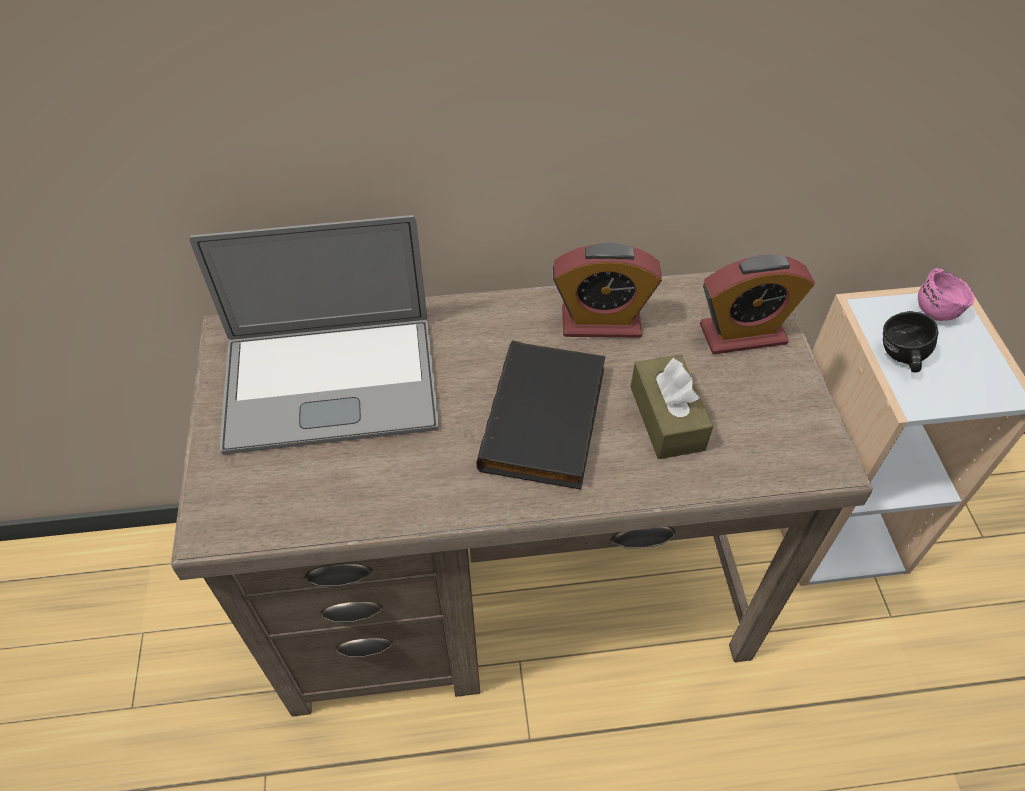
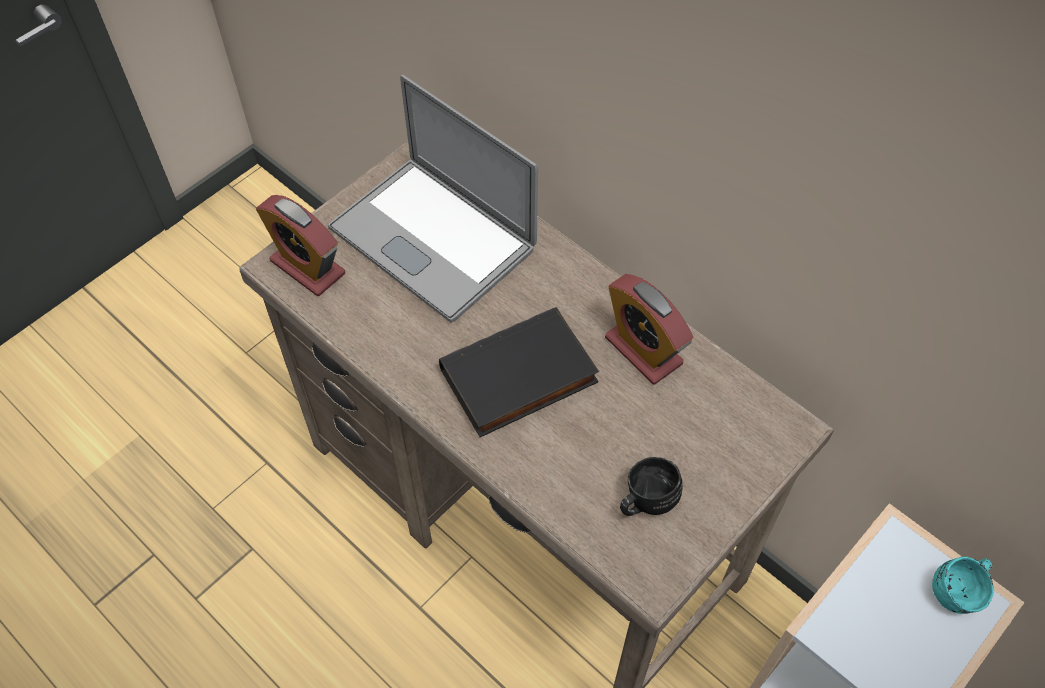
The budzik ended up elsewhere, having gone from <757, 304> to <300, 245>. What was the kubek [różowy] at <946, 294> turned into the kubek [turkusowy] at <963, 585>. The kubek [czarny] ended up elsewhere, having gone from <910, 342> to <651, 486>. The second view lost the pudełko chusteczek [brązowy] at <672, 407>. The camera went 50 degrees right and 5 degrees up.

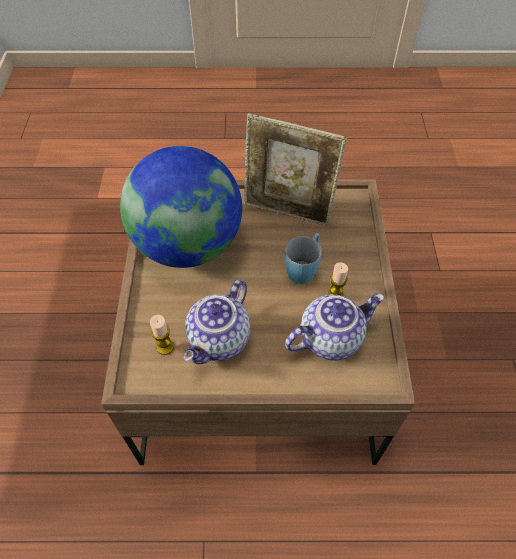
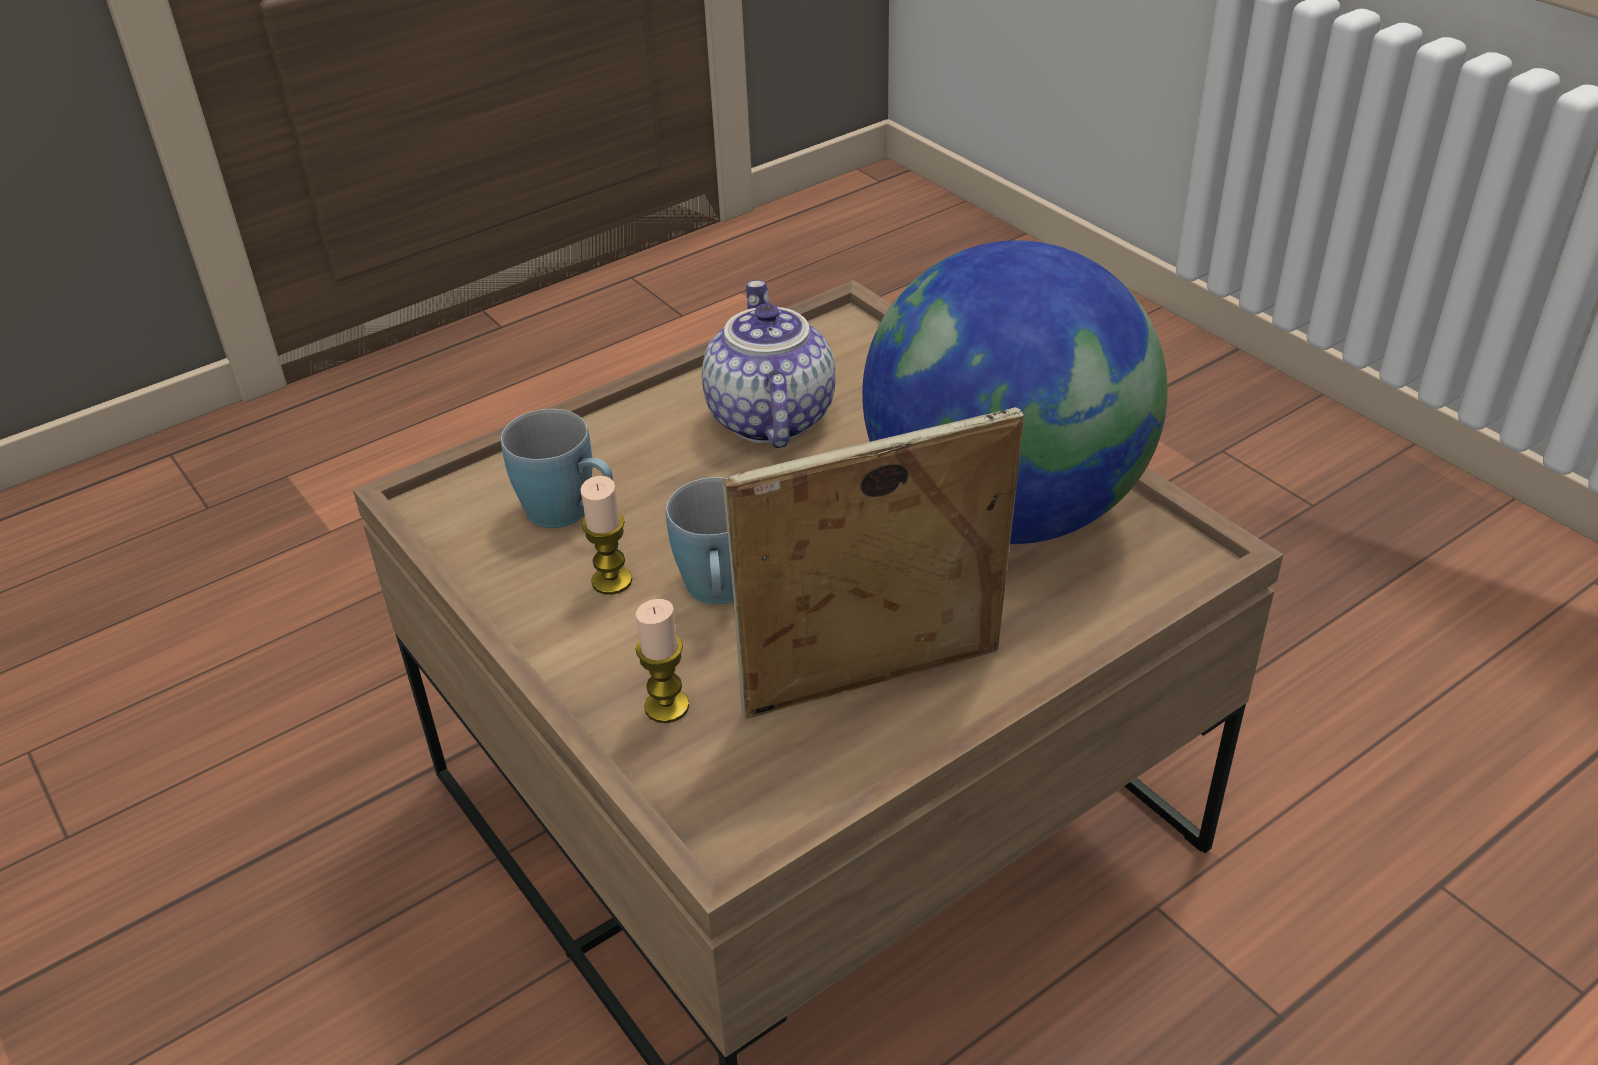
Where the imbryk stood at <334, 326>, the kubek [niebieski] came to stand at <557, 468>. The świeca ended up elsewhere, having gone from <162, 335> to <662, 661>. The camera went 145 degrees right and 15 degrees down.

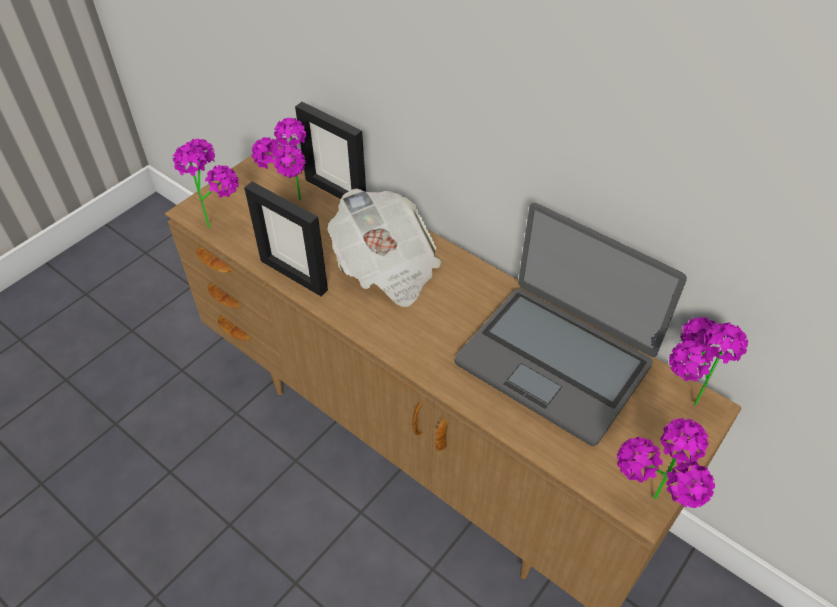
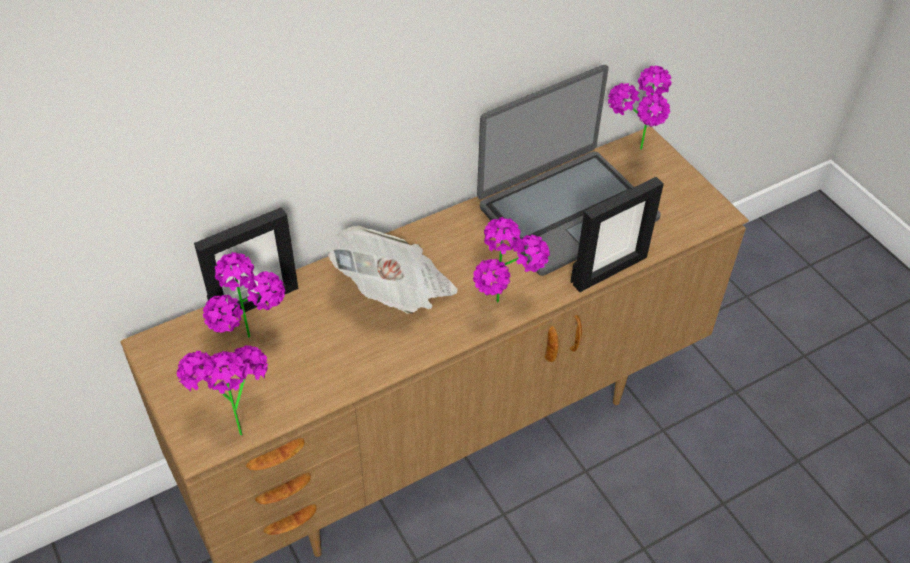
The ramka na zdjęcie ended up elsewhere, having gone from <286, 238> to <617, 234>. The roślina doniczkowa ended up elsewhere, having gone from <666, 463> to <511, 260>. The camera went 70 degrees left and 0 degrees up.

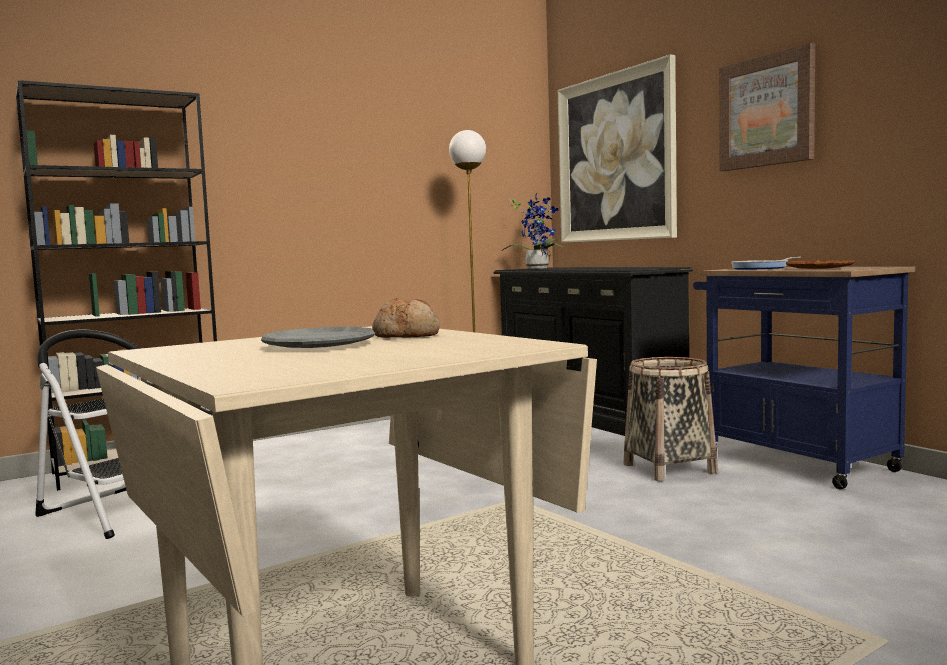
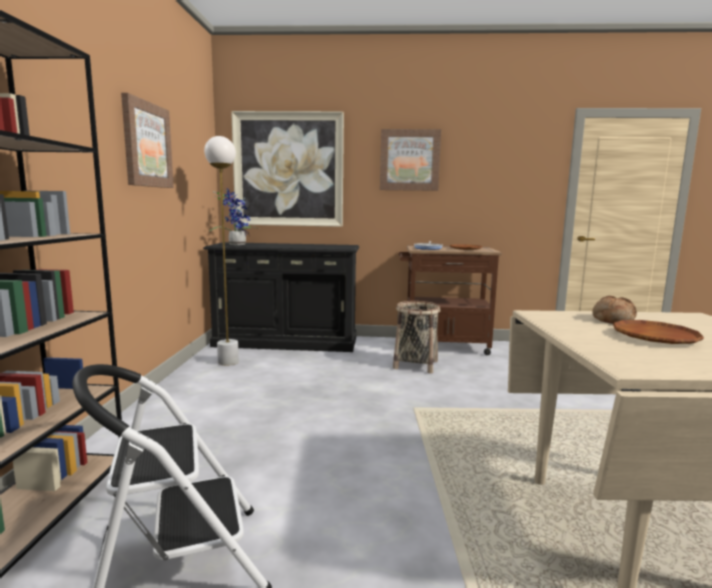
What was the wózek [niebieski] at <804, 377> turned into the wózek [brązowy] at <450, 300>. What was the talerz [szary] at <318, 337> turned into the talerz [brązowy] at <658, 332>. The second view gained the obraz at <147, 140>. The camera went 55 degrees left and 5 degrees up.

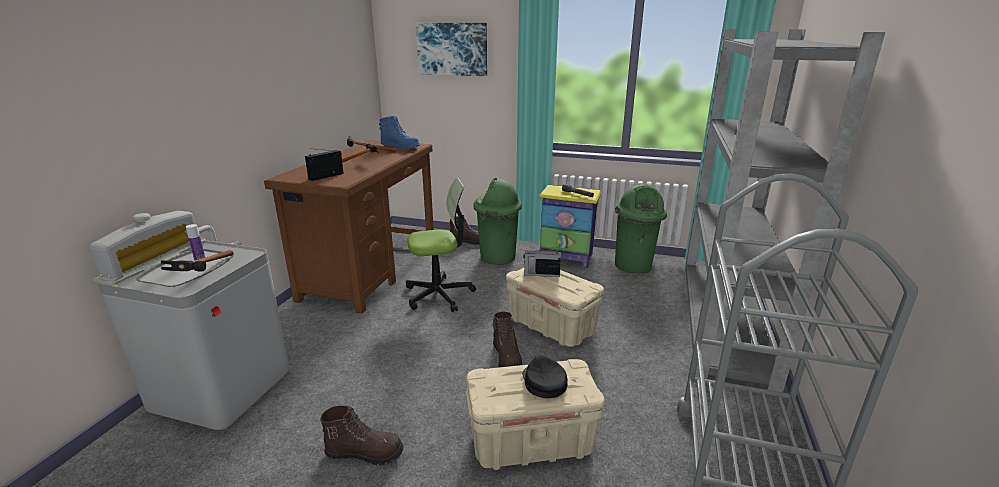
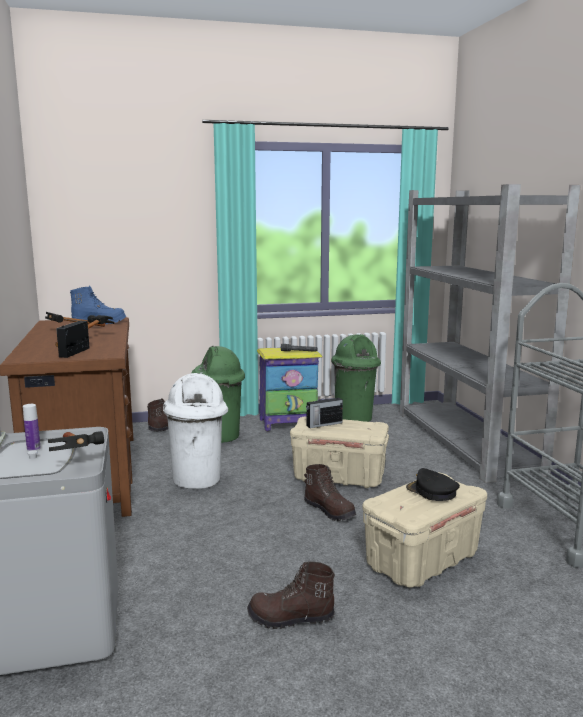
The second view lost the obraz at <451, 49>. Where the krzesło biurowe stood at <441, 245>, the kosz na śmieci [biały] came to stand at <195, 431>. The but z cholewką [brązowy] at <362, 436> ended up facing another way, 150 degrees counterclockwise from before. The camera went 30 degrees left and 10 degrees down.

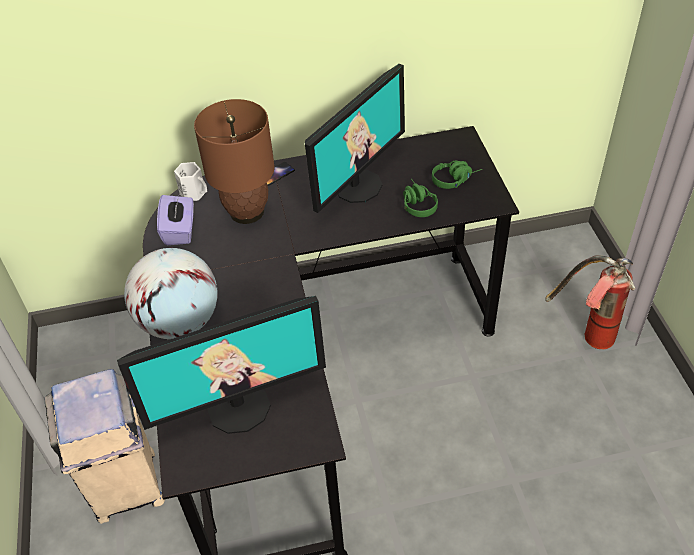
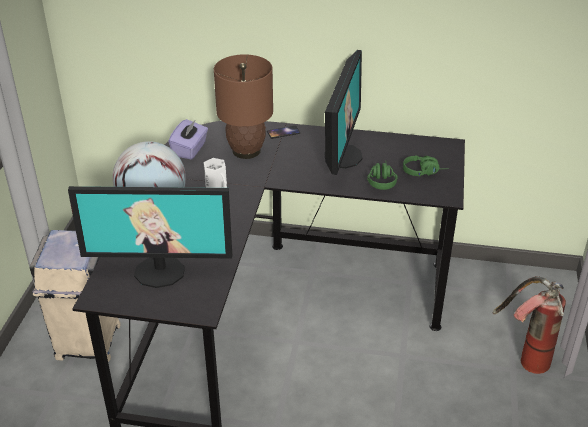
The monitor at <355, 138> ended up facing another way, 45 degrees counterclockwise from before. The kubek [biały] ended up elsewhere, having gone from <190, 181> to <215, 173>. The camera went 20 degrees right and 10 degrees down.

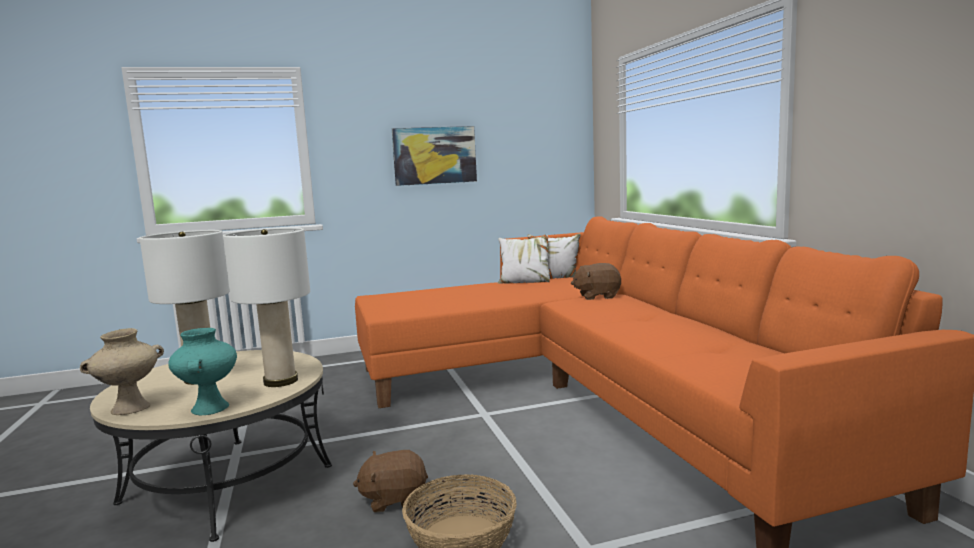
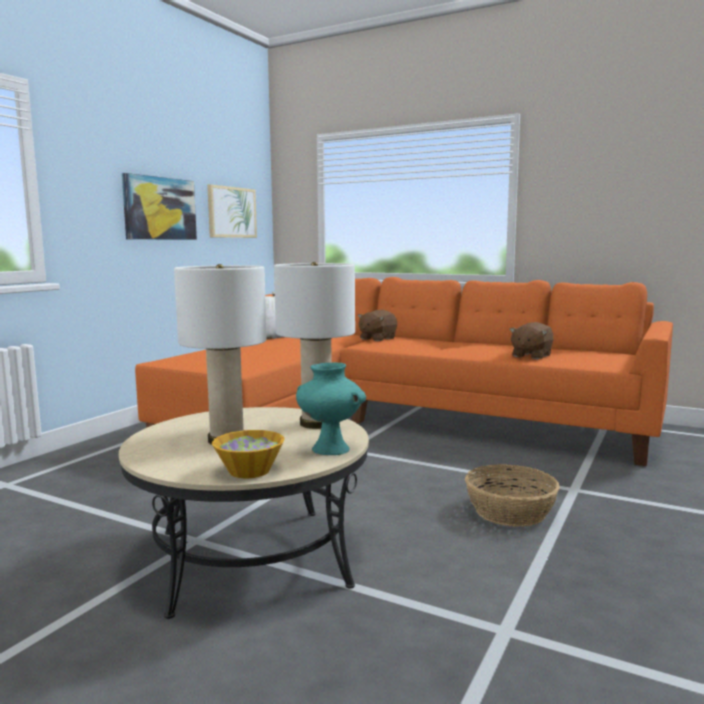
Where the wazon [beżowy] stood at <122, 371>, the miska came to stand at <248, 454>. The pluszak [brązowy] ended up elsewhere, having gone from <390, 481> to <531, 341>. The second view gained the obraz at <232, 211>. The camera went 45 degrees left and 0 degrees up.

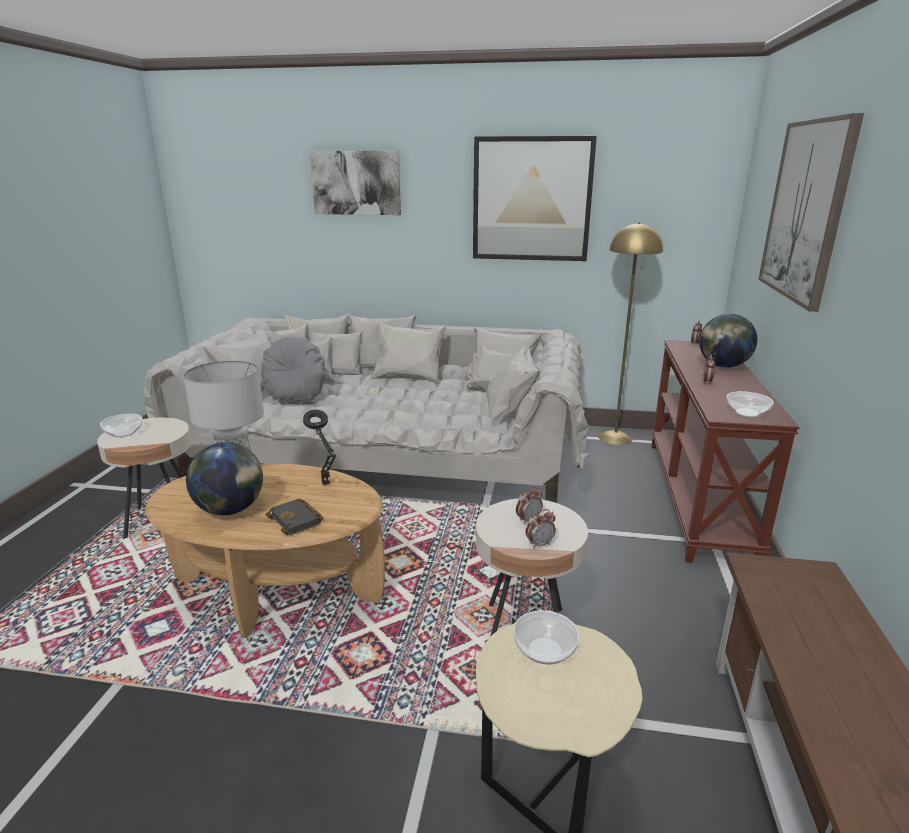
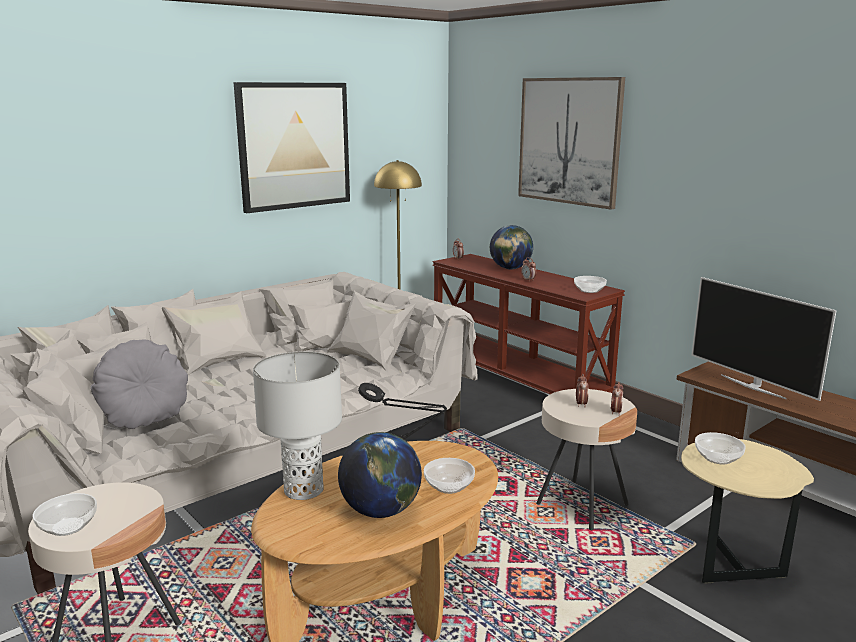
The second view lost the obraz at <355, 183>. Where the książka [czarny] stood at <294, 517>, the miska came to stand at <449, 476>. The second view gained the telewizor at <764, 339>. The camera went 50 degrees left and 5 degrees down.

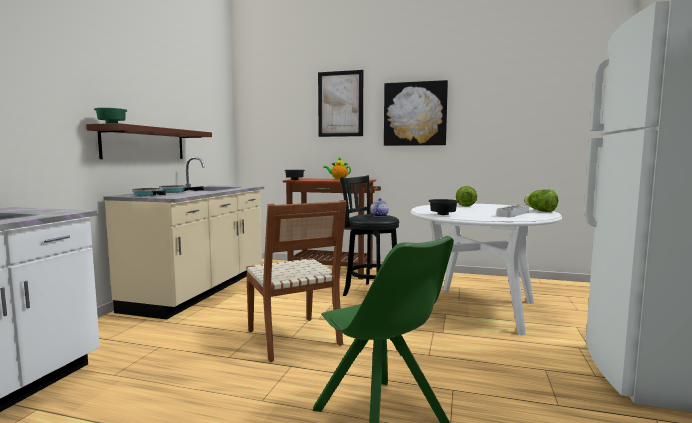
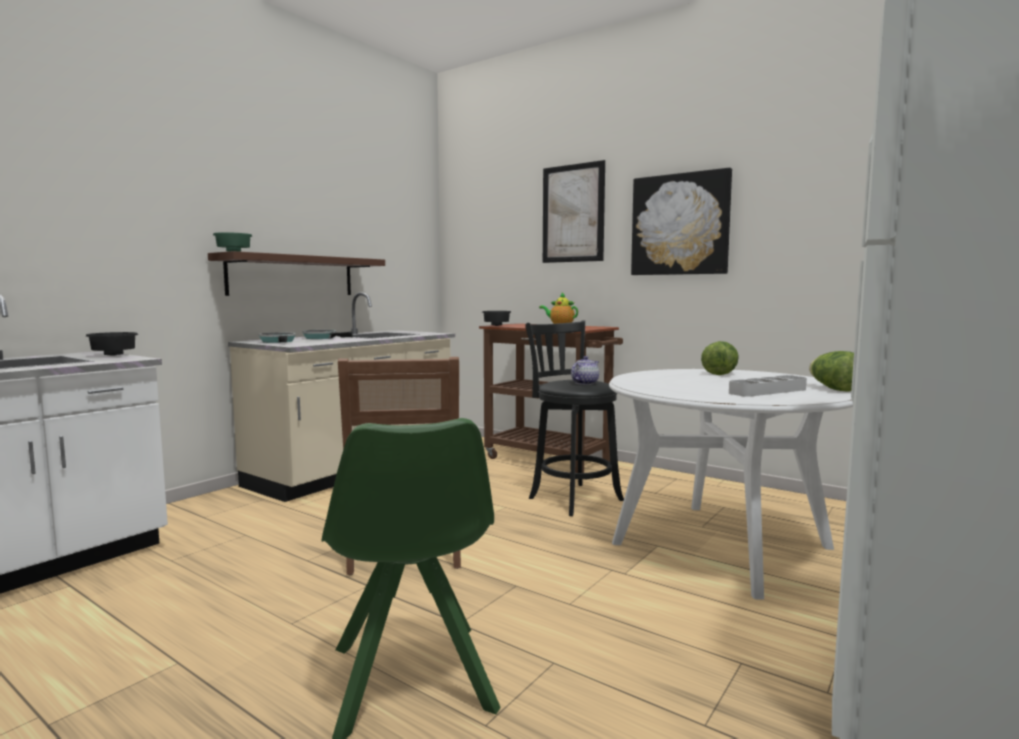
The miska [czarny] ended up elsewhere, having gone from <443, 207> to <112, 344>. The camera went 20 degrees right and 0 degrees up.

